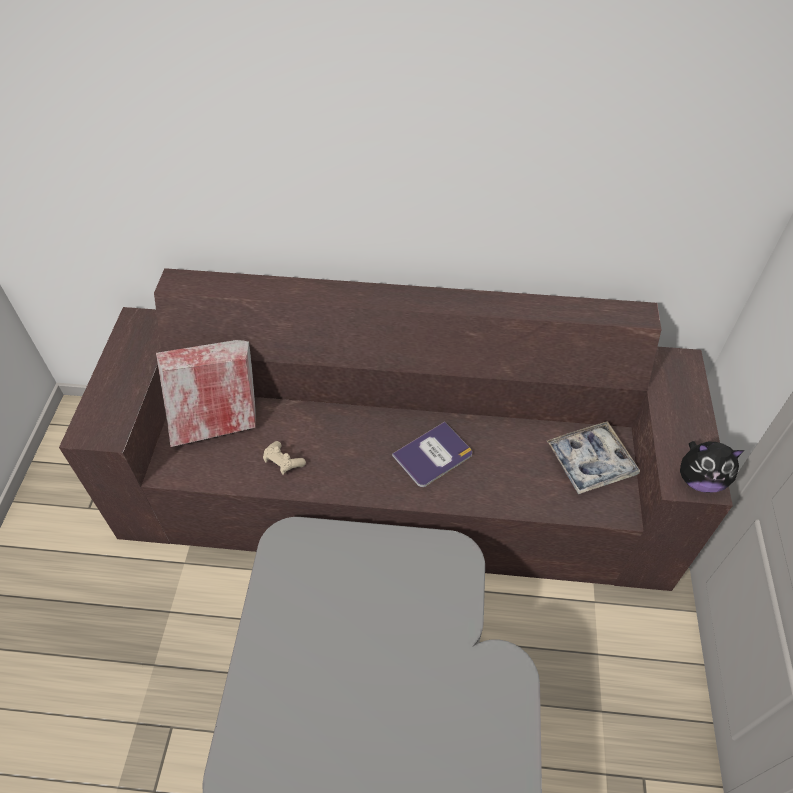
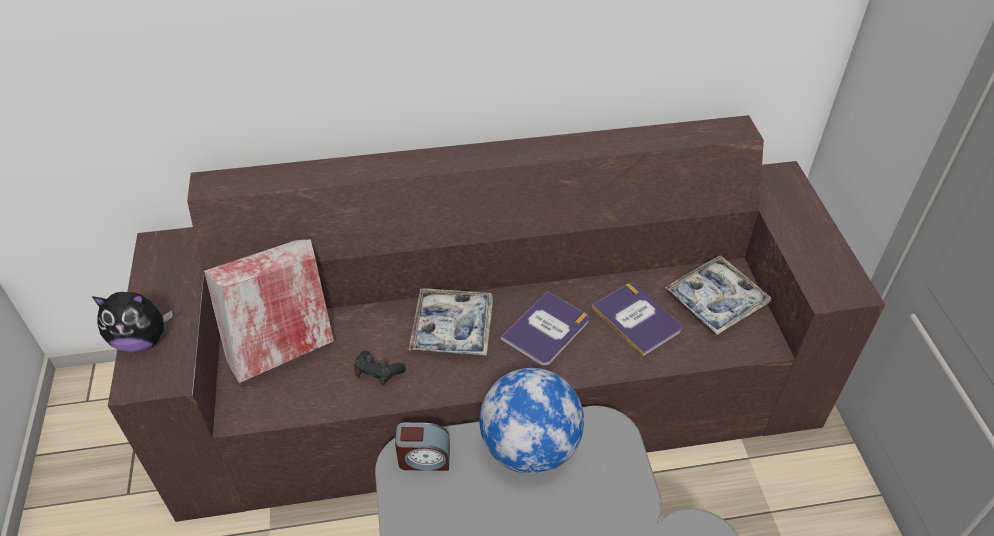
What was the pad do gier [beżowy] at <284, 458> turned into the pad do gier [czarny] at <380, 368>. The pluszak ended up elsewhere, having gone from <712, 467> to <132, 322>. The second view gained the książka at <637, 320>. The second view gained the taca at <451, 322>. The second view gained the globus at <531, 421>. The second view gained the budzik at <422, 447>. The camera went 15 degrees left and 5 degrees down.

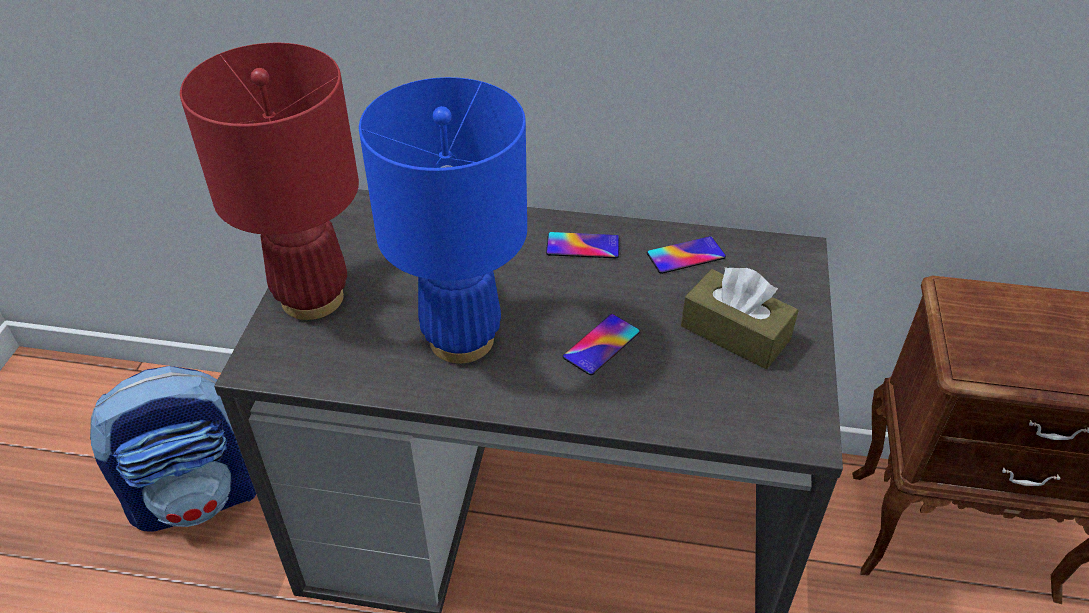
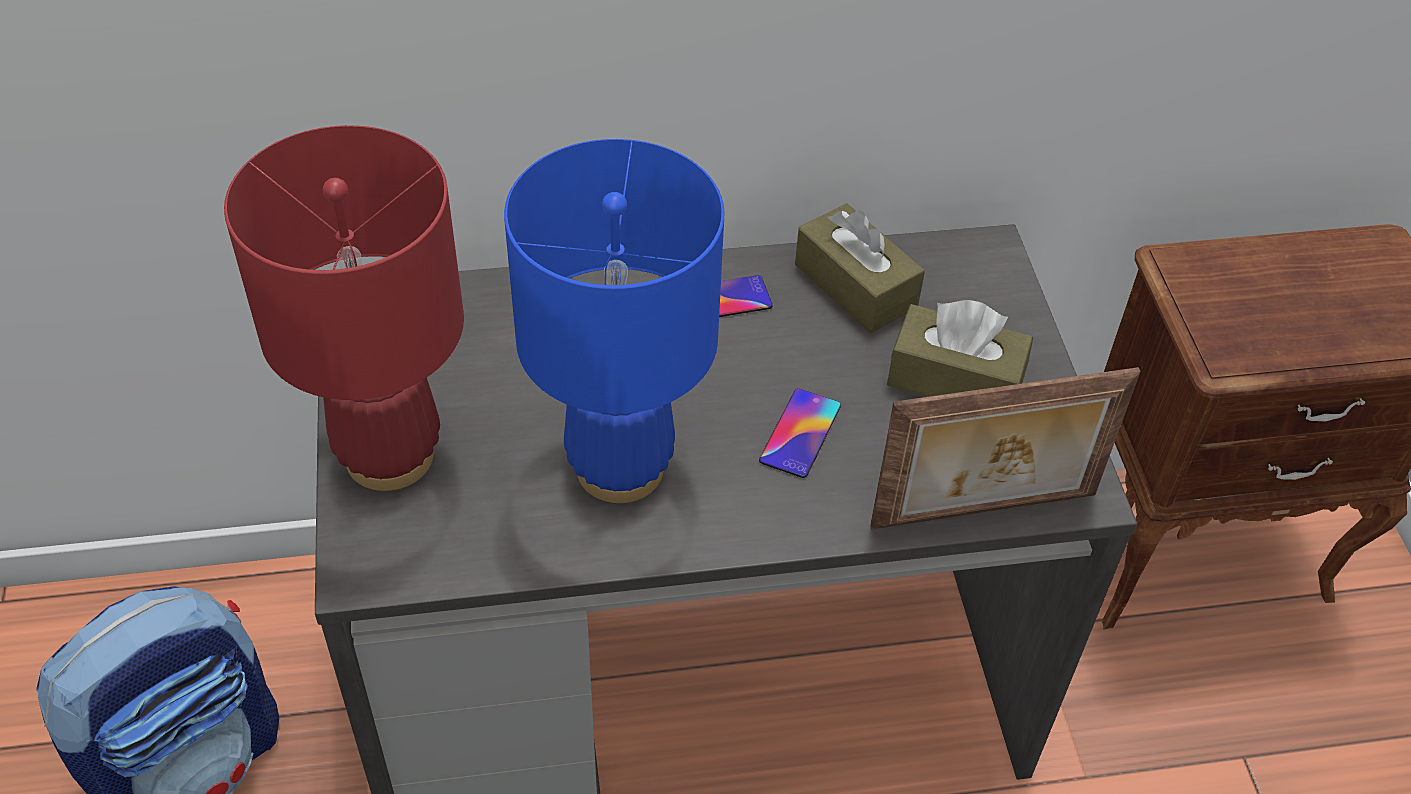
Where the telefon stood at <686, 255>, the pudełko chusteczek [brązowy] came to stand at <860, 268>. The second view gained the ramka na zdjęcie at <1005, 448>. The camera went 20 degrees left and 5 degrees up.

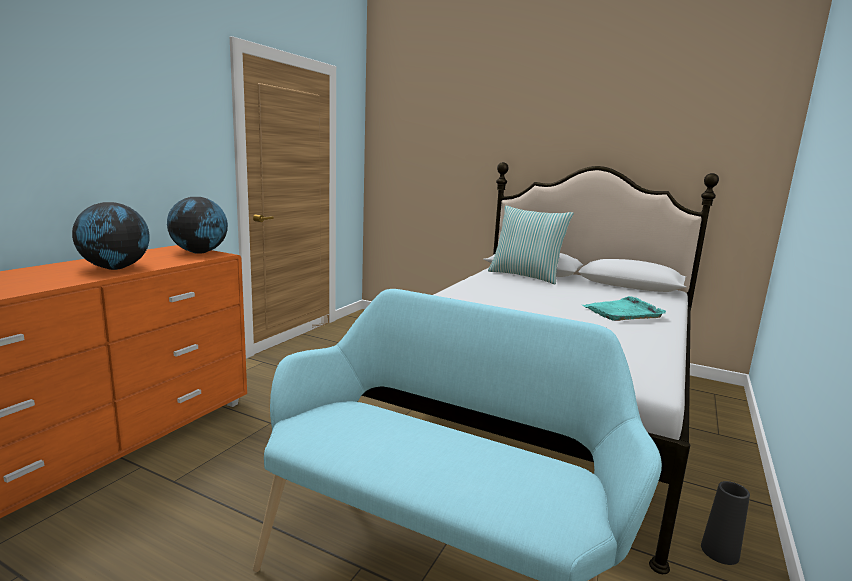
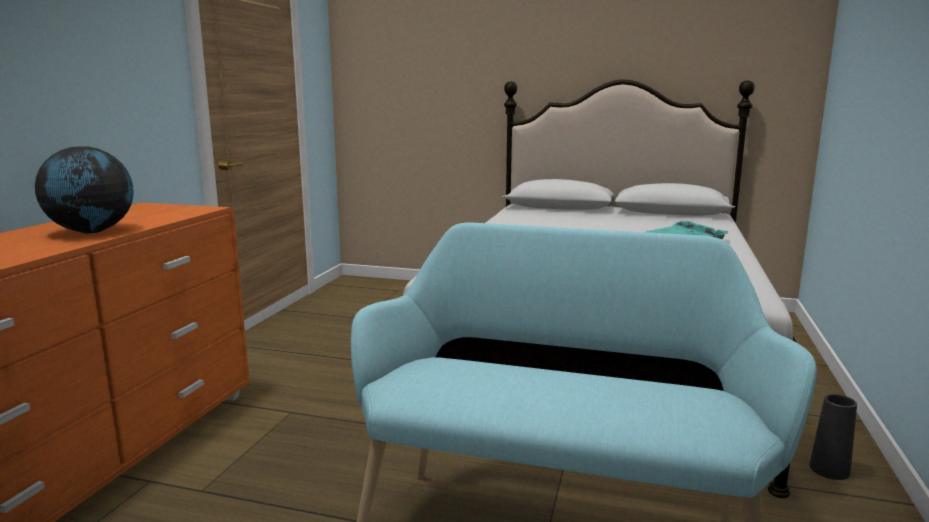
The second view lost the globus at <197, 225>. The second view lost the poduszka at <531, 245>. The camera went 10 degrees left and 0 degrees up.

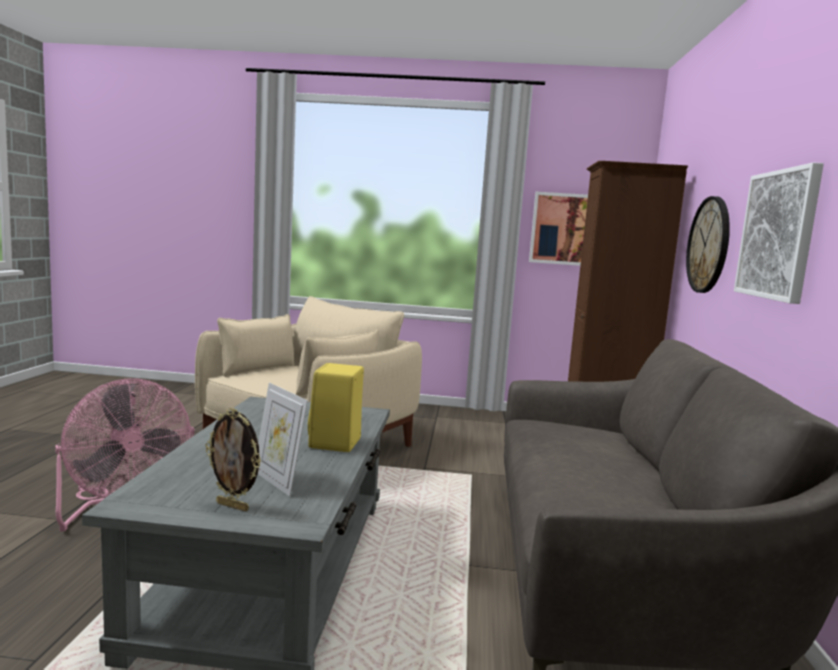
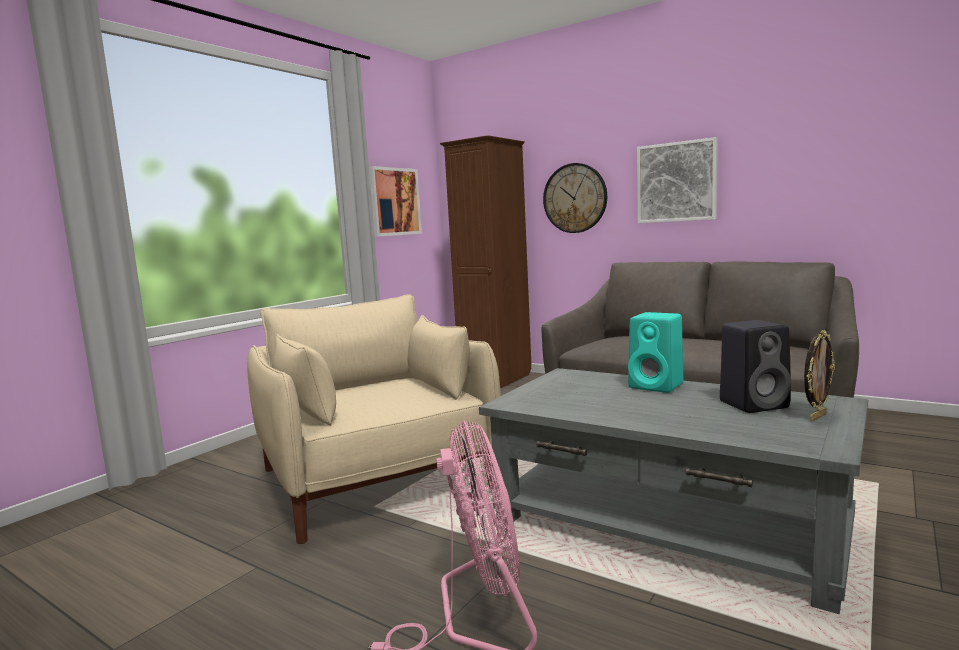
What was the głośnik [żółty] at <336, 407> turned into the głośnik [turkusowy] at <655, 352>. Where the ramka na zdjęcie stood at <283, 440>, the głośnik [czarny] came to stand at <755, 366>. The camera went 60 degrees left and 0 degrees up.

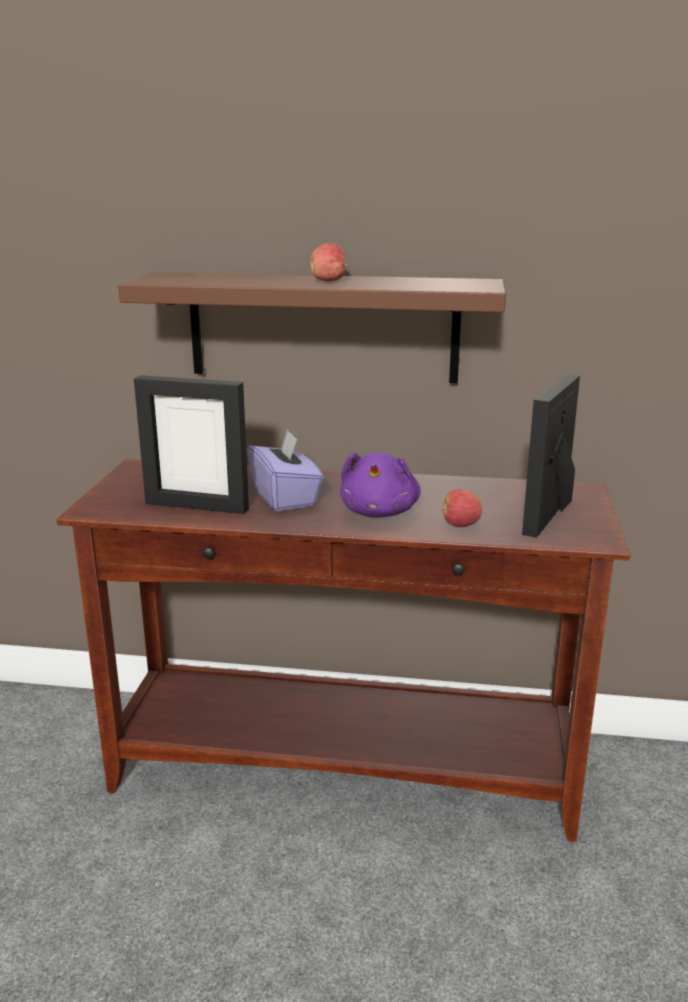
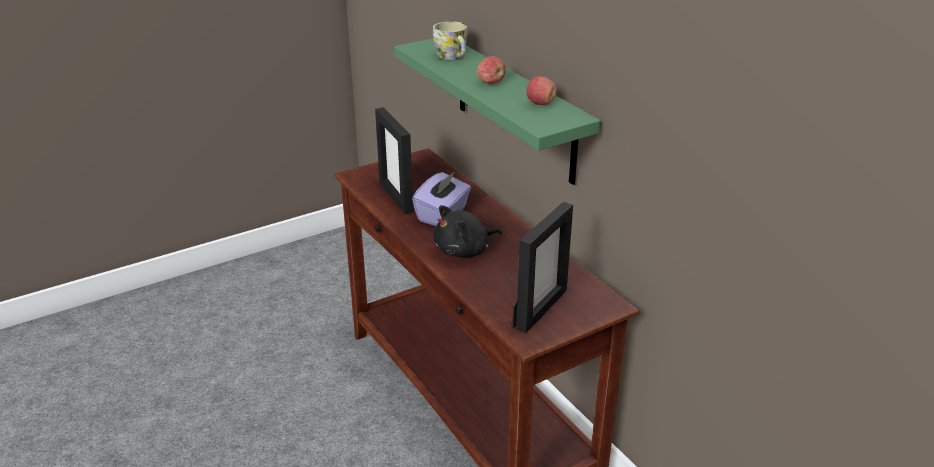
What was the półka [brązowy] at <312, 327> turned into the półka [zielony] at <497, 111>. The ramka na zdjęcie at <551, 456> ended up facing another way, 135 degrees clockwise from before. What was the pluszak [fioletowy] at <380, 485> turned into the pluszak [czarny] at <467, 231>. The jabłko ended up elsewhere, having gone from <462, 508> to <542, 90>. The second view gained the kubek at <450, 40>. The camera went 50 degrees right and 10 degrees up.

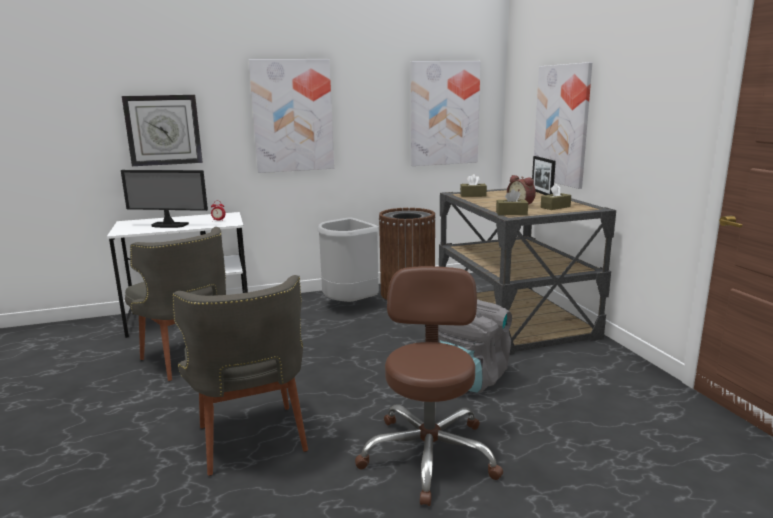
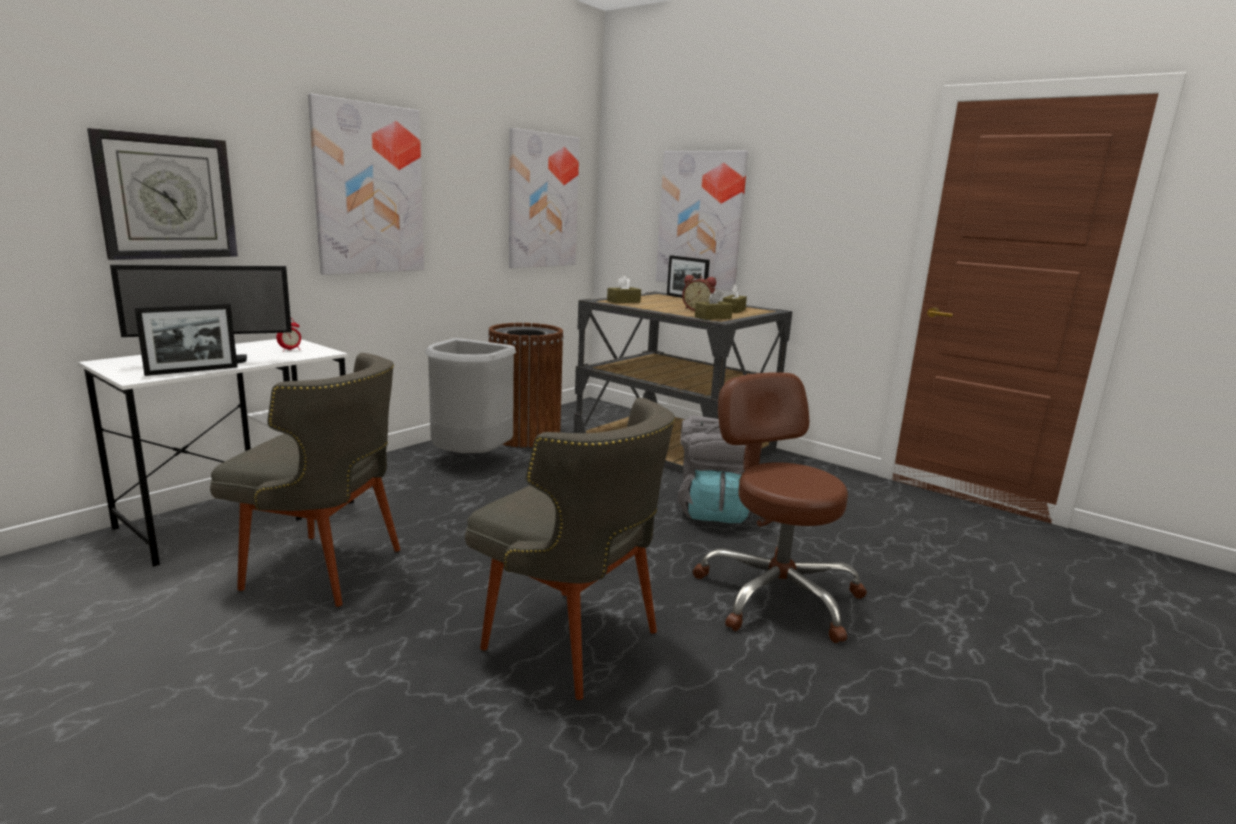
The second view gained the ramka na zdjęcie at <186, 340>. The camera went 35 degrees left and 0 degrees up.

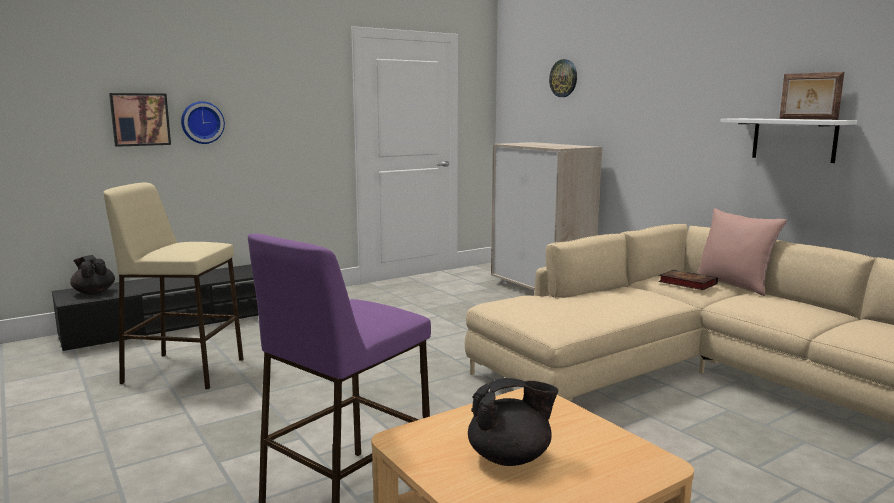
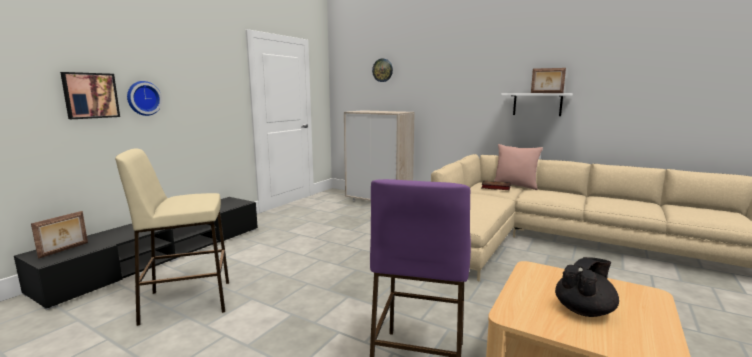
Where the imbryk [czarny] stood at <92, 275>, the ramka na zdjęcie came to stand at <59, 235>. The camera went 25 degrees left and 0 degrees up.

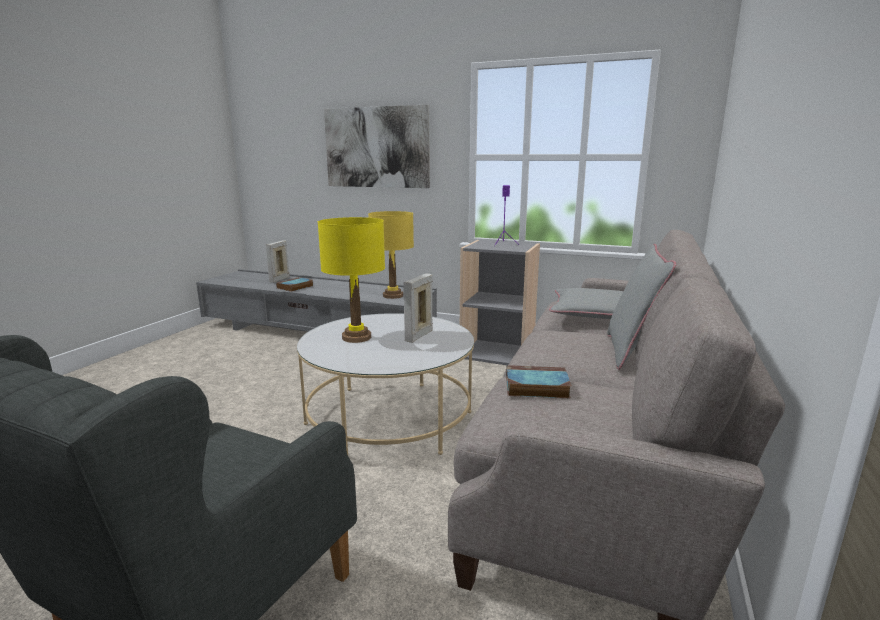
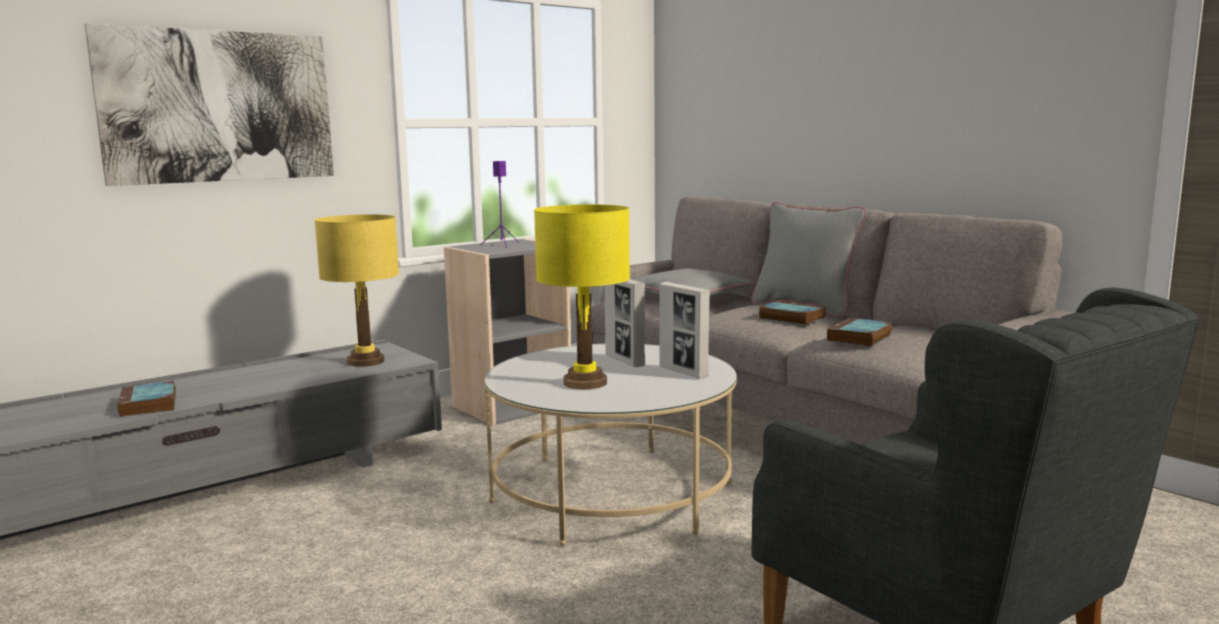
The ramka na zdjęcie ended up elsewhere, having gone from <278, 261> to <684, 330>. The second view gained the książka at <792, 313>. The camera went 60 degrees left and 5 degrees down.

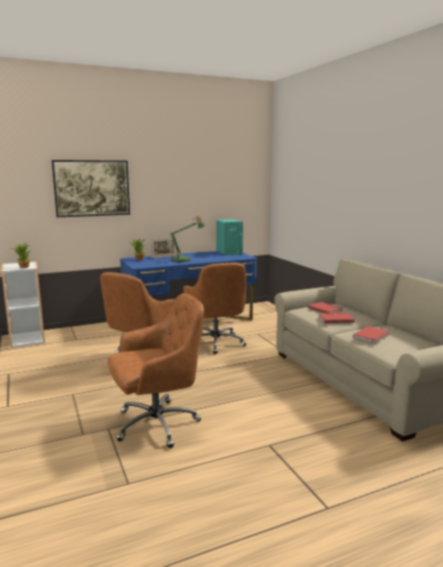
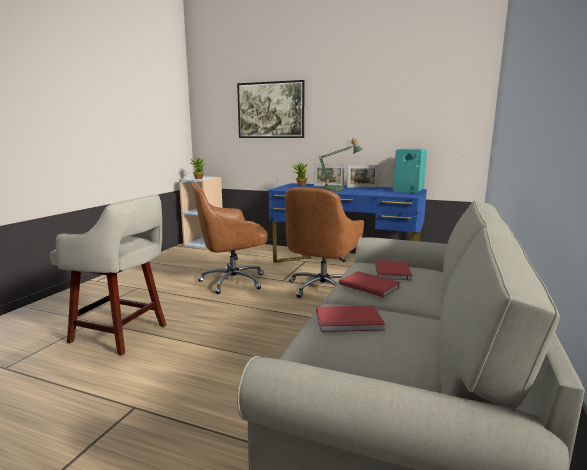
Where the krzesło biurowe [brązowy] stood at <156, 370>, the stołek [beżowy] came to stand at <108, 275>. The second view gained the ramka na zdjęcie at <363, 176>. The camera went 45 degrees right and 0 degrees up.

